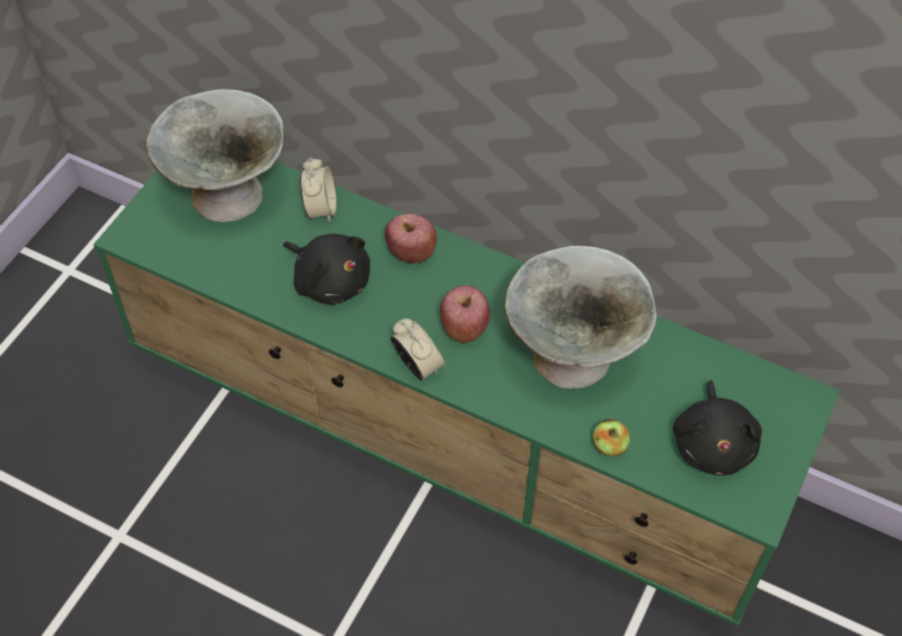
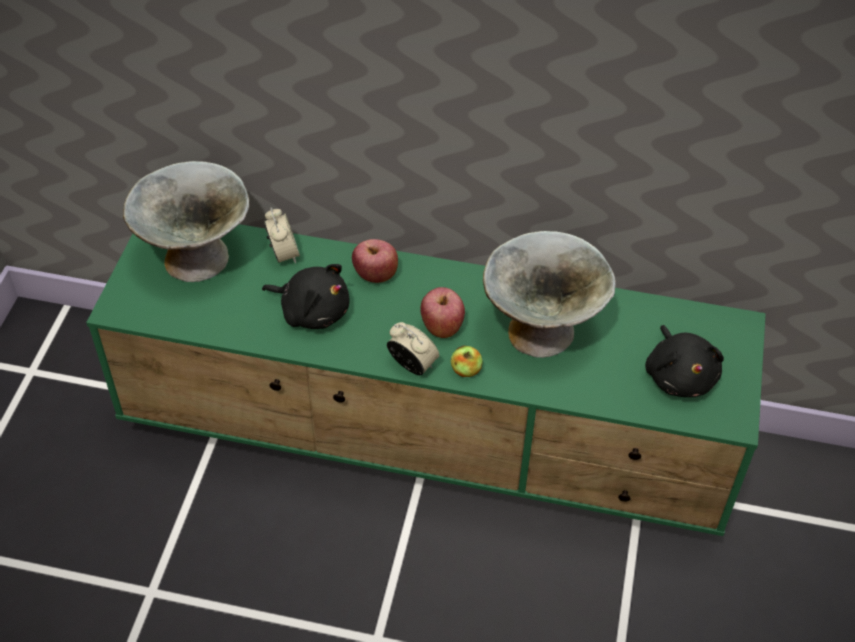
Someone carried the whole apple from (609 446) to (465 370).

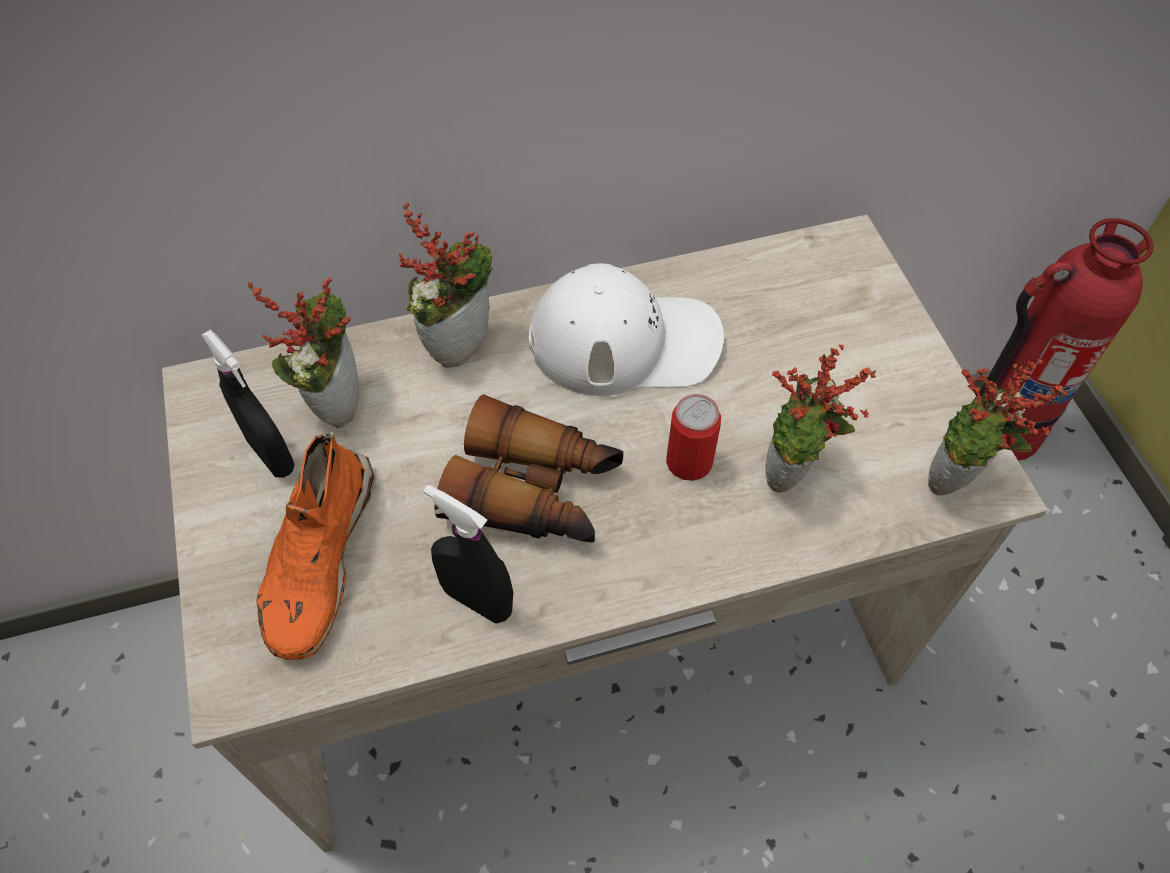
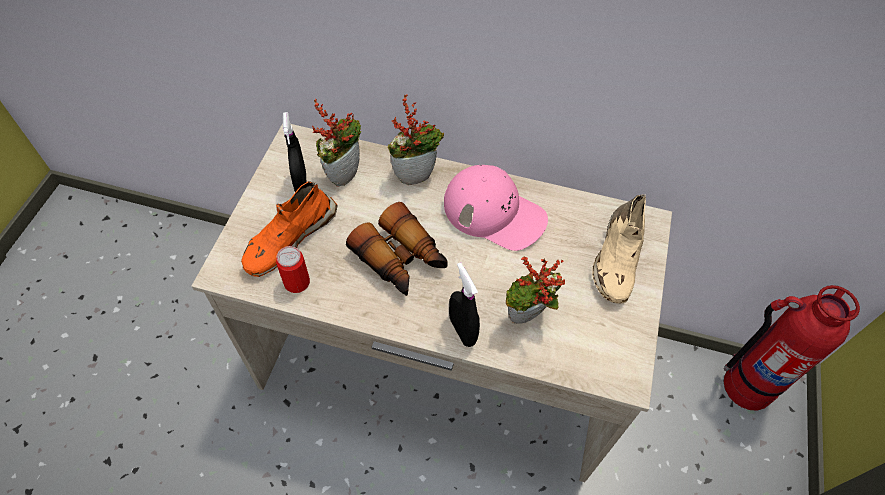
Someone repainted the whitish cap at (625 341), which became the pink cap at (494 212). Someone took away the houseplant at (955 483). Someone carried the can from (689 462) to (297 282). Someone carried the black-coloured sprayer from (477 600) to (462 330). Someone put down the sand-coloured shoe at (617 258).

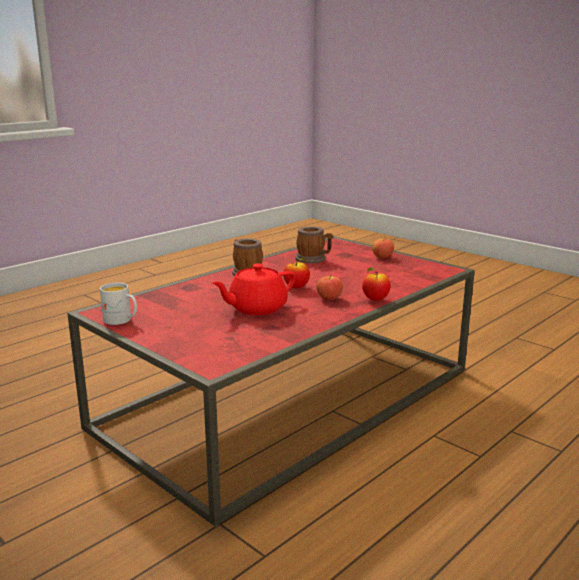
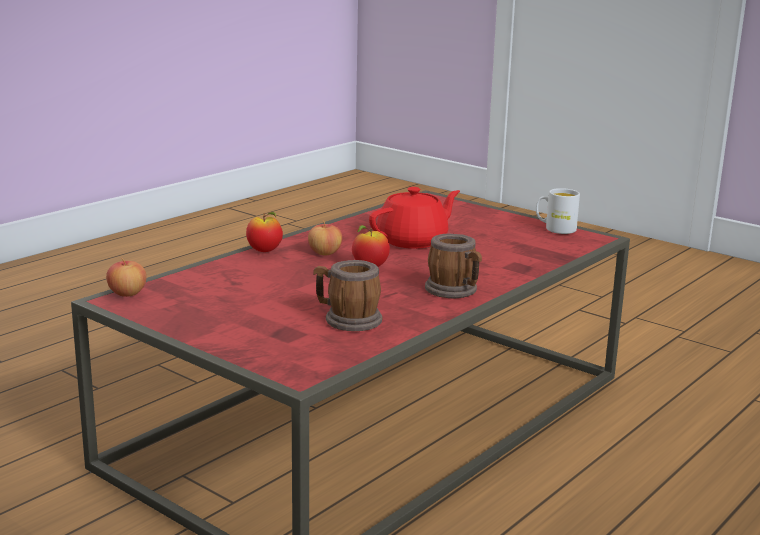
Someone carried the whole apple from (382 257) to (127 293).

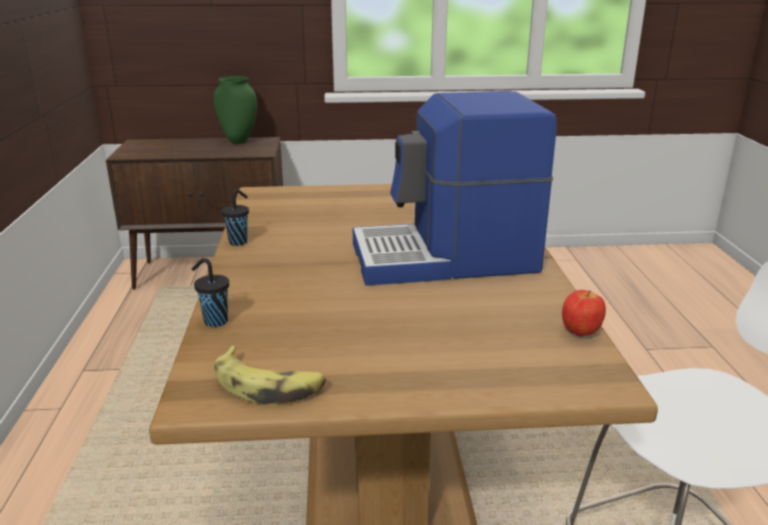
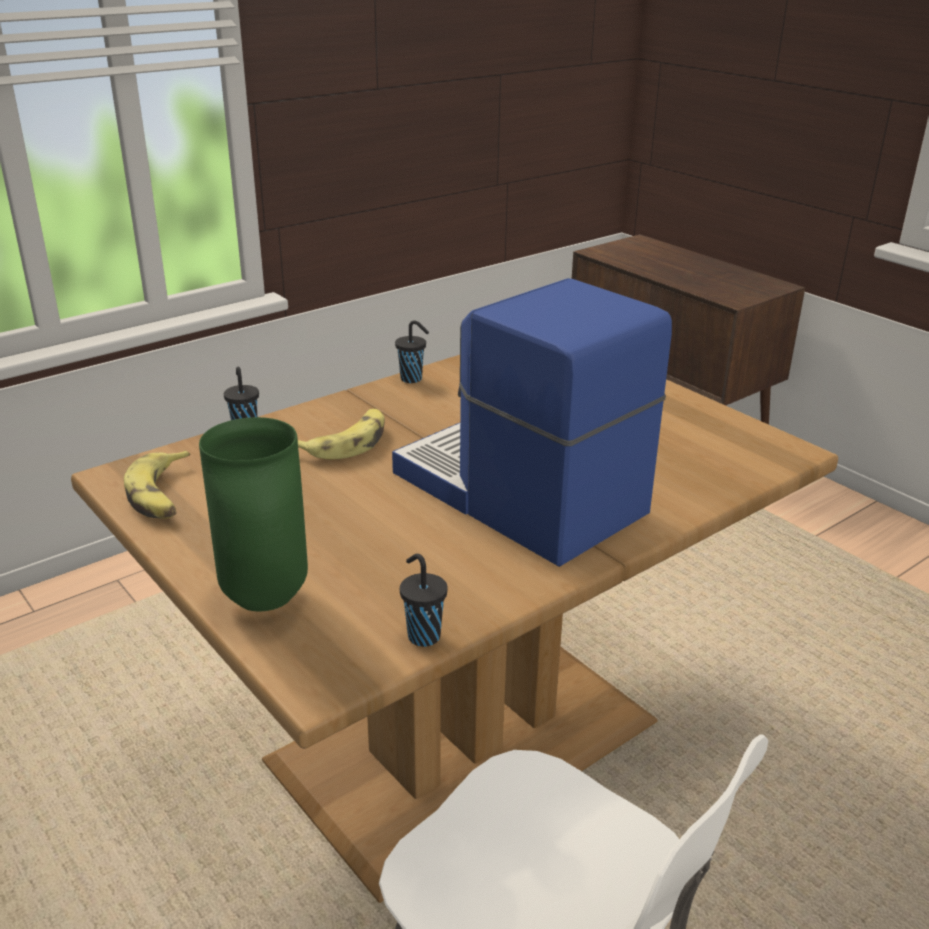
Someone carried the green-coloured vase from (238 142) to (263 599). Someone swapped the whole apple at (580 333) for the black-coloured small cup at (422 635). Someone put down the banana fruit at (346 443).

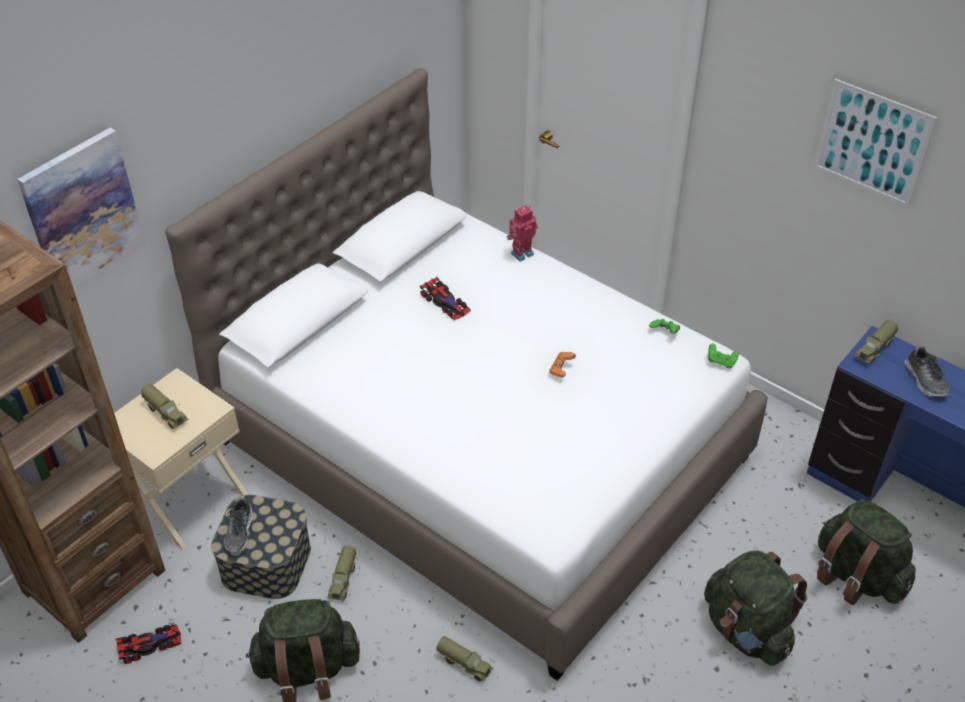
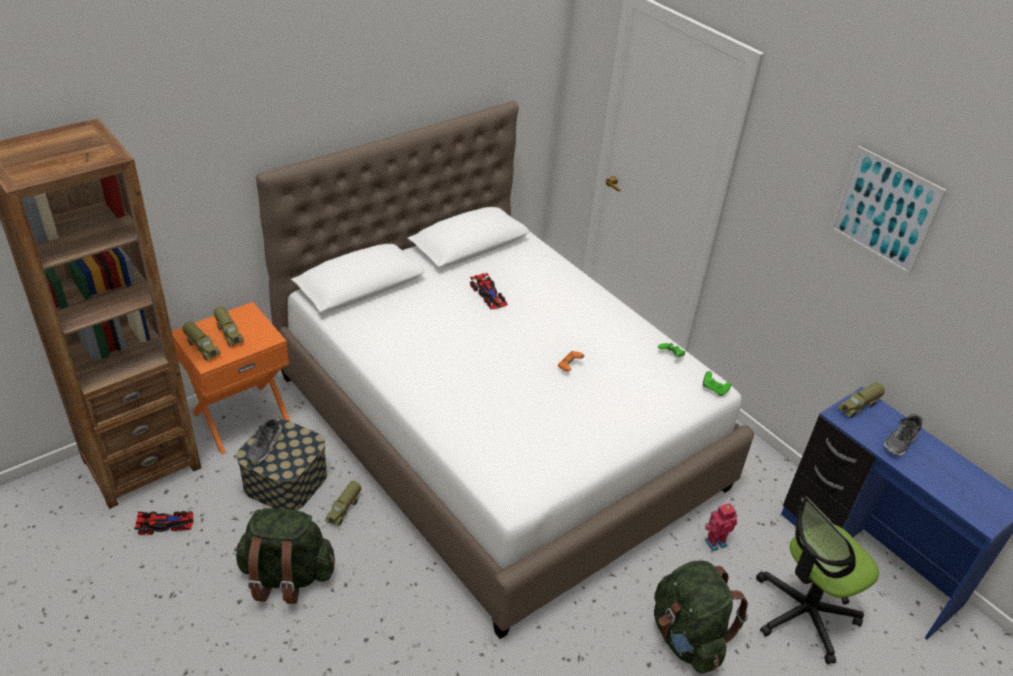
Someone took away the wall picture at (82 211). Someone carried the model robot from (521 253) to (714 541). Someone rotated the shoe at (925 380) by 45 degrees clockwise. Someone repainted the sand-coloured night table at (188 499), which became the orange night table at (241 417). Someone swapped the green-coloured rucksack at (856 576) for the computer chair at (804 614). Someone carried the toy truck from (464 663) to (202 347).

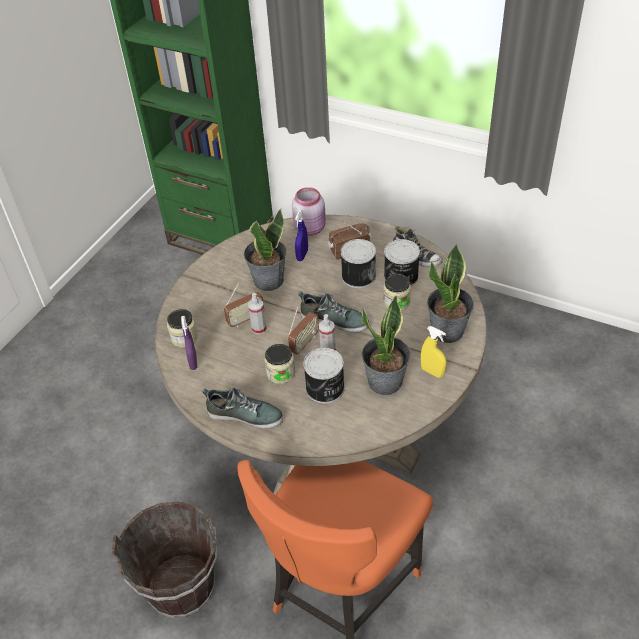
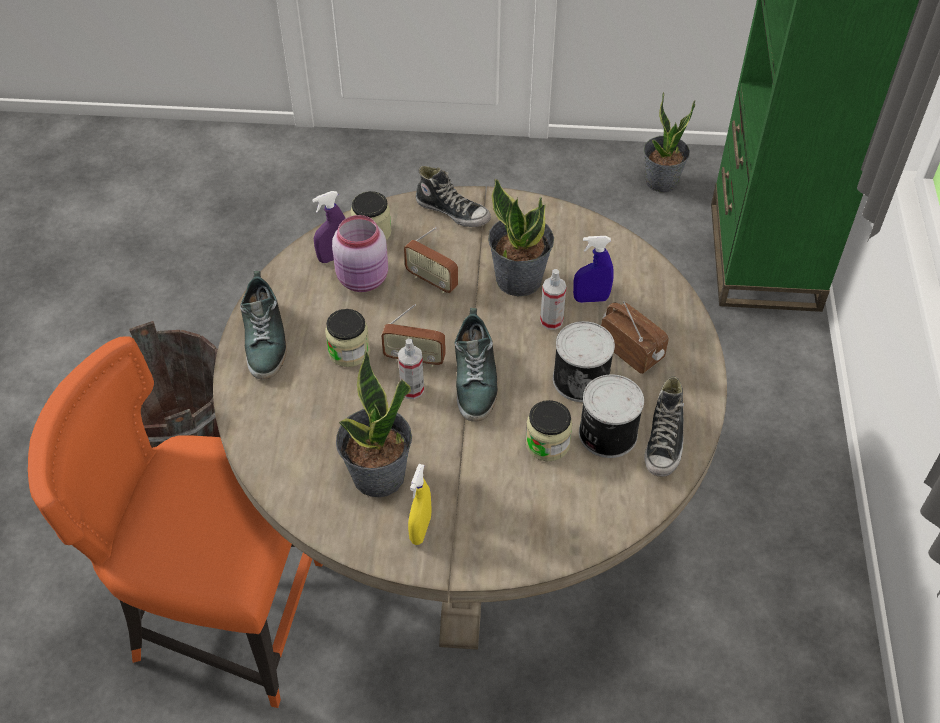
Someone carried the pink preserve jar from (311 228) to (364 279). Someone carried the houseplant from (448 331) to (661 182). Someone carried the sprayer from (259 328) to (551 321). Someone took away the can at (325 389). Someone put down the shoe at (453 211).

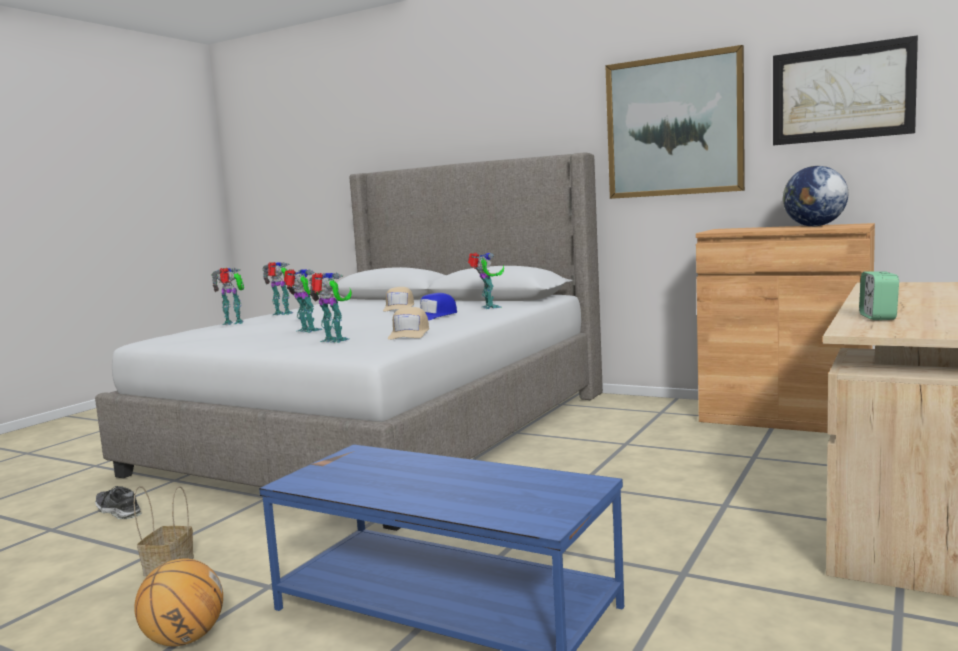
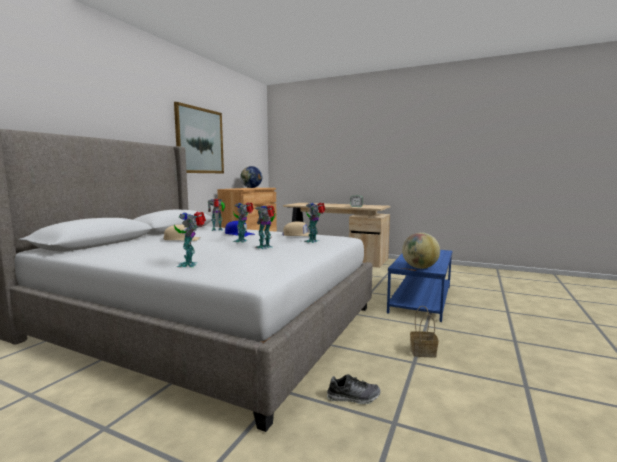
Someone took away the wall picture at (842 93). Someone carried the model robot from (283 314) to (242 241). Someone rotated the shoe at (118 512) by 120 degrees counterclockwise. Someone took away the ball for basketball at (183 640). Someone put down the desk globe at (419 268).

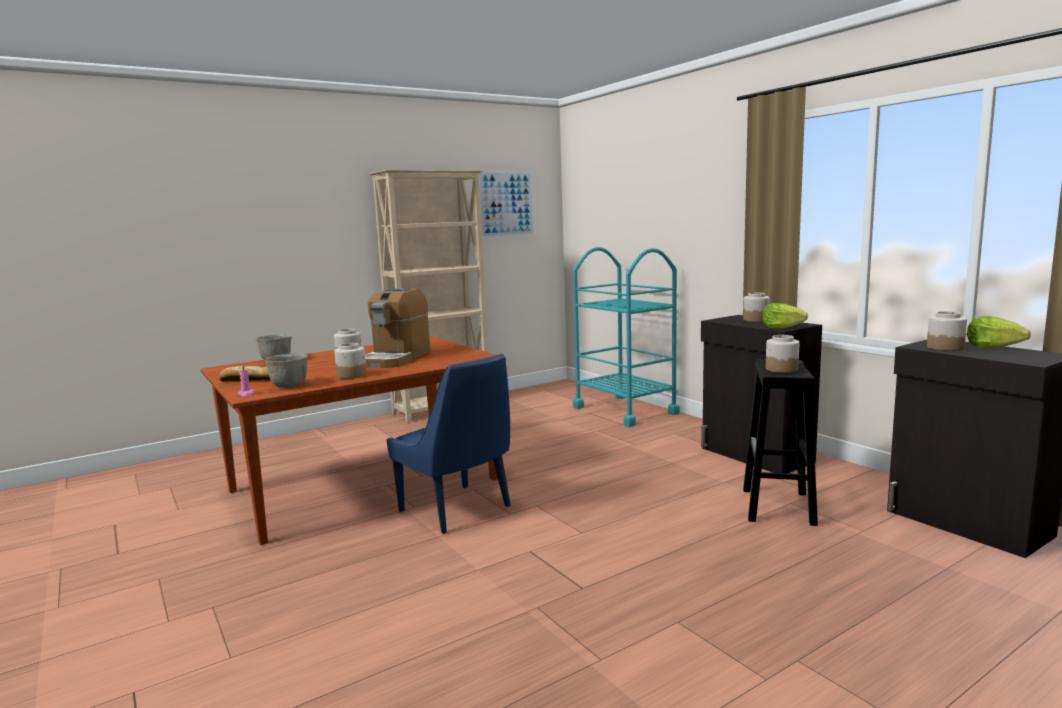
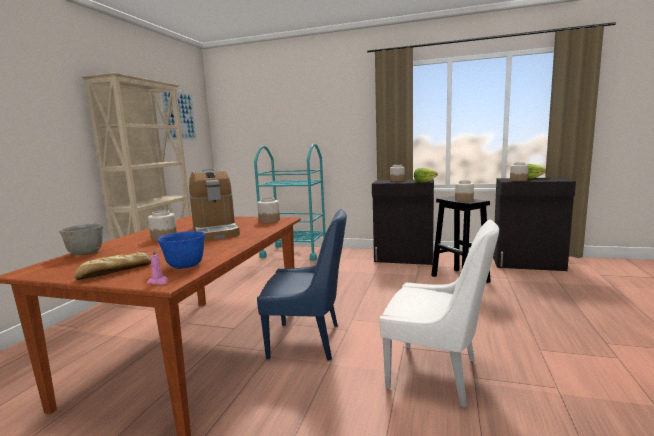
Someone carried the preserve jar from (352 375) to (269 221). Someone repainted the gray serving bowl at (288 386), which became the blue-coloured serving bowl at (184 266). Someone put down the whitish upright chair at (436 374).

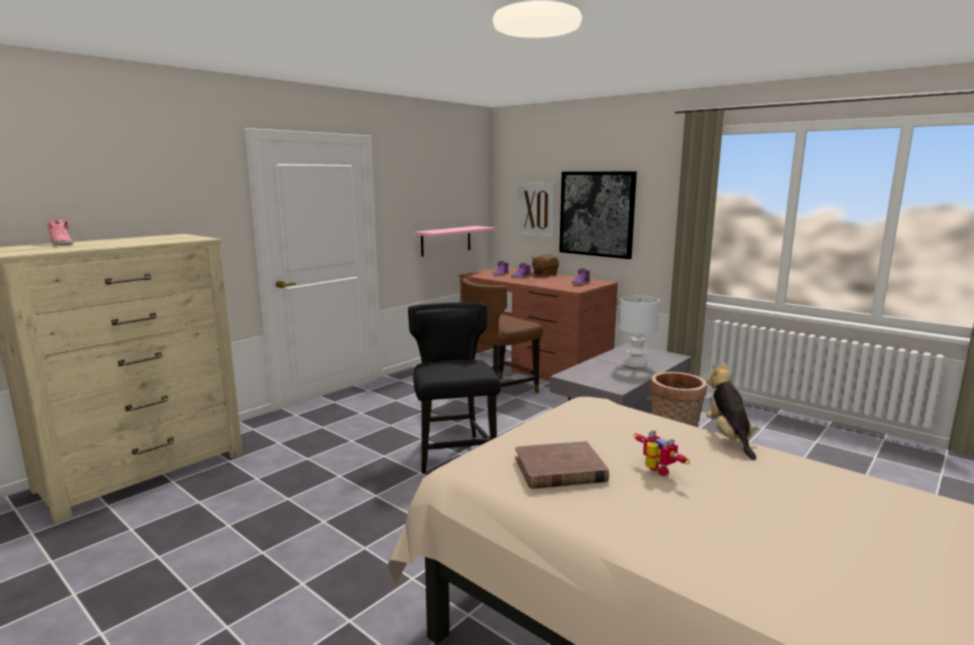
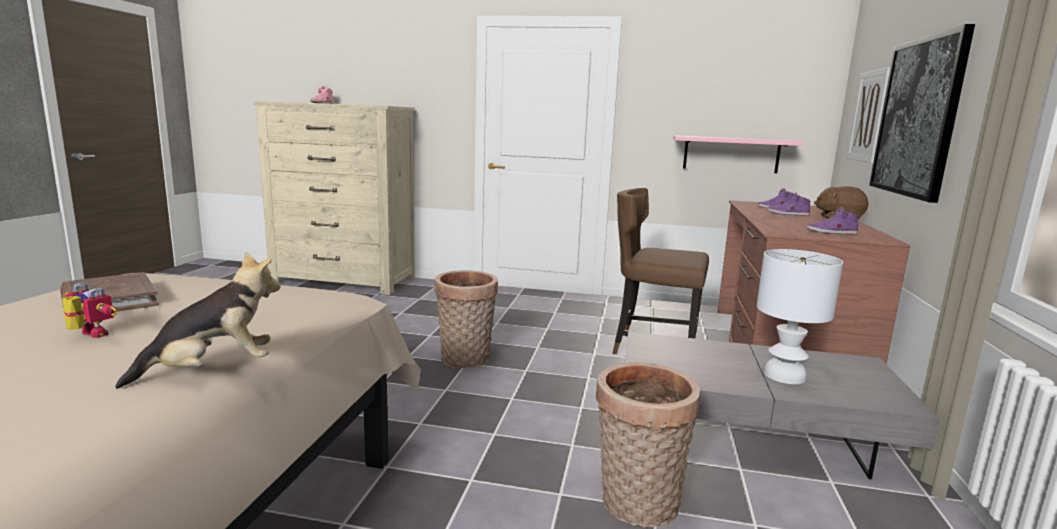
Someone swapped the black-coloured upright chair at (454 452) for the basket at (465 360). Someone rotated the model robot at (655 472) by 90 degrees counterclockwise.

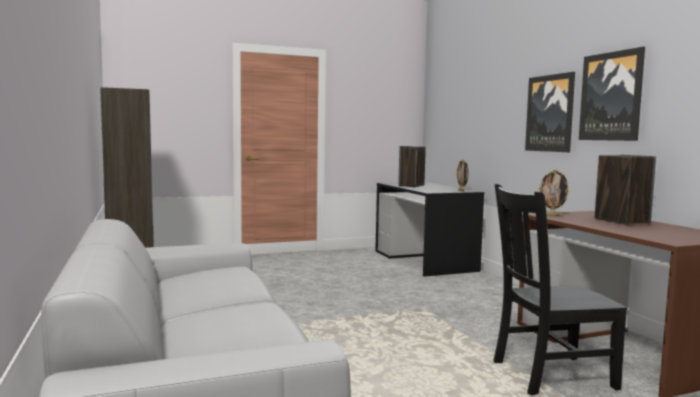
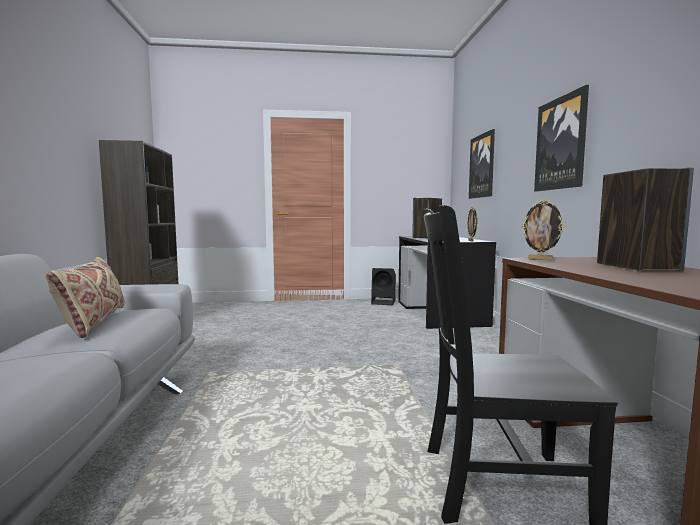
Someone carried the wall picture from (611 96) to (482 166). Someone put down the sand-coloured pillow at (94 322). Someone put down the black-coloured loudspeaker at (384 302).

